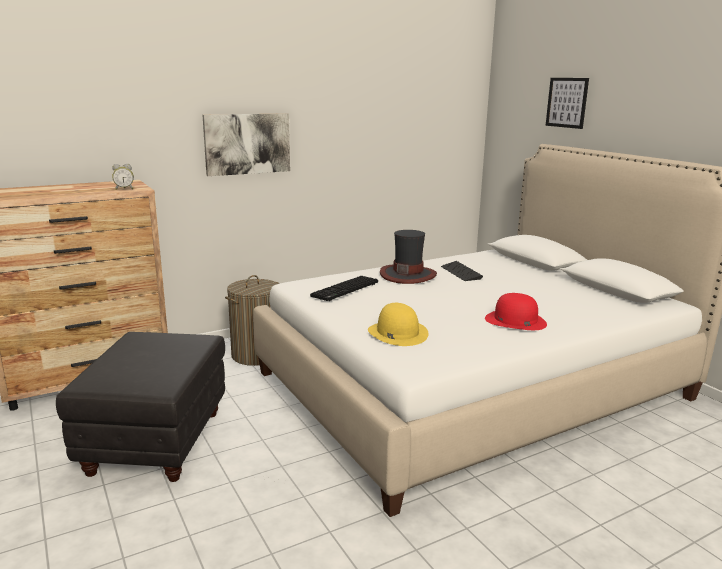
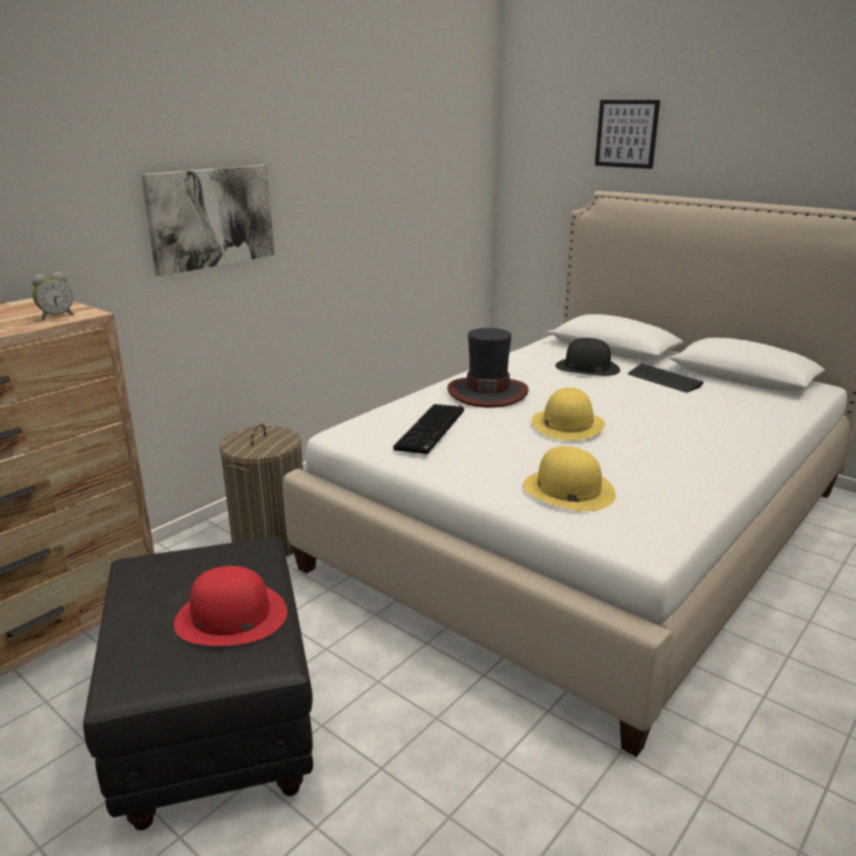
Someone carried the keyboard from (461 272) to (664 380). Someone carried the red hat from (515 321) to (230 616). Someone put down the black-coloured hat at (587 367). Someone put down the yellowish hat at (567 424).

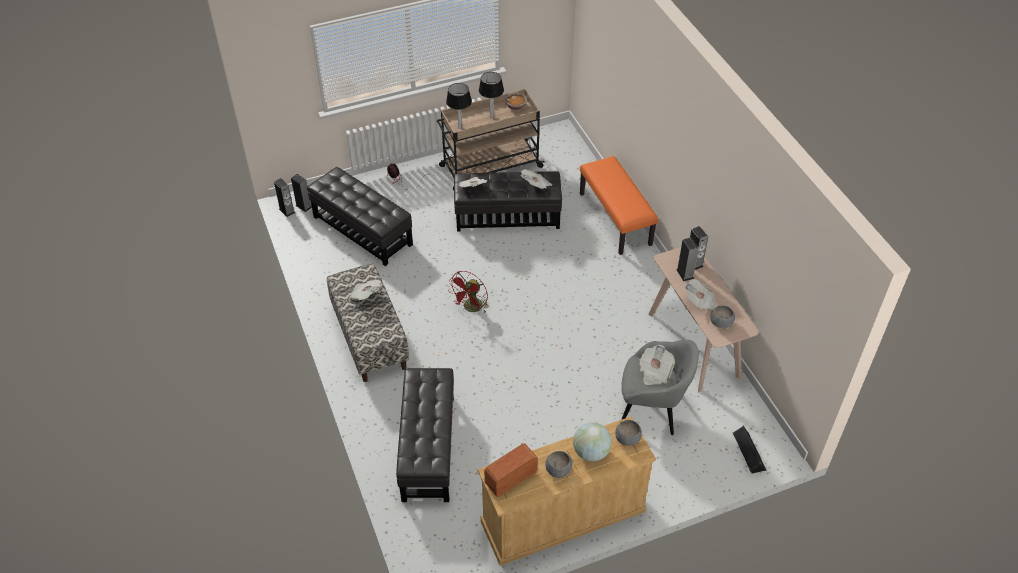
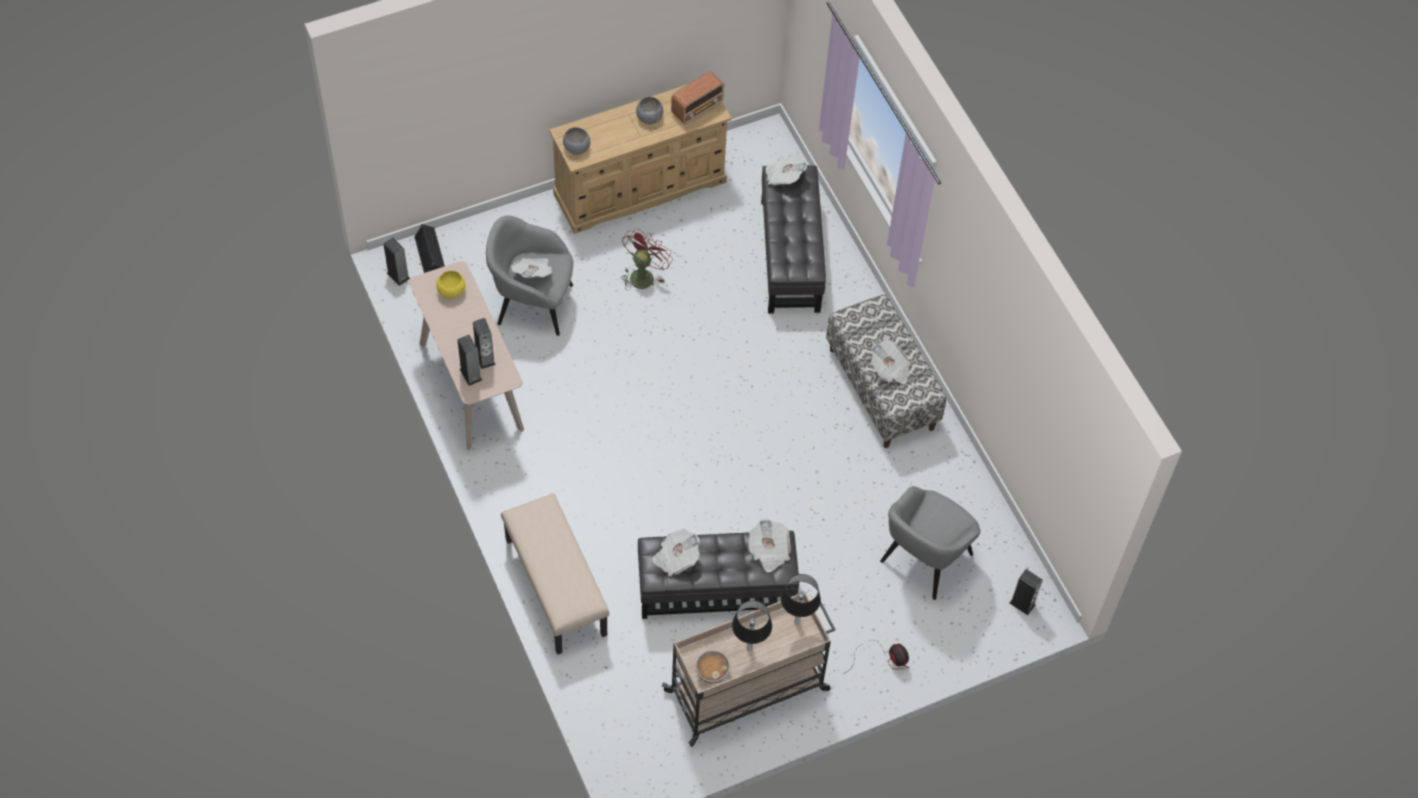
Someone repainted the orange bench at (616 219), which became the sand-coloured bench at (554 587). Someone swapped the black-coloured footrest at (363 230) for the gray lounge chair at (925 559). Someone carried the loudspeaker from (287 210) to (398 275). Someone carried the red electric fan from (471 309) to (643 274). Someone carried the printed paper from (700 302) to (784 176). Someone repainted the gray serving bowl at (721 323), which became the yellowish serving bowl at (451 291). Someone took away the desk globe at (591 452).

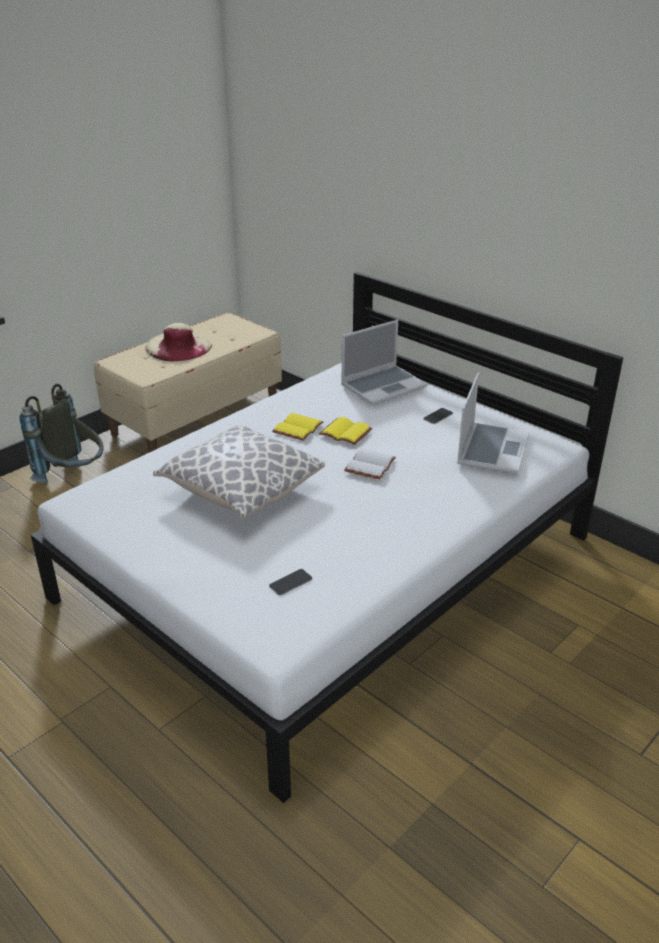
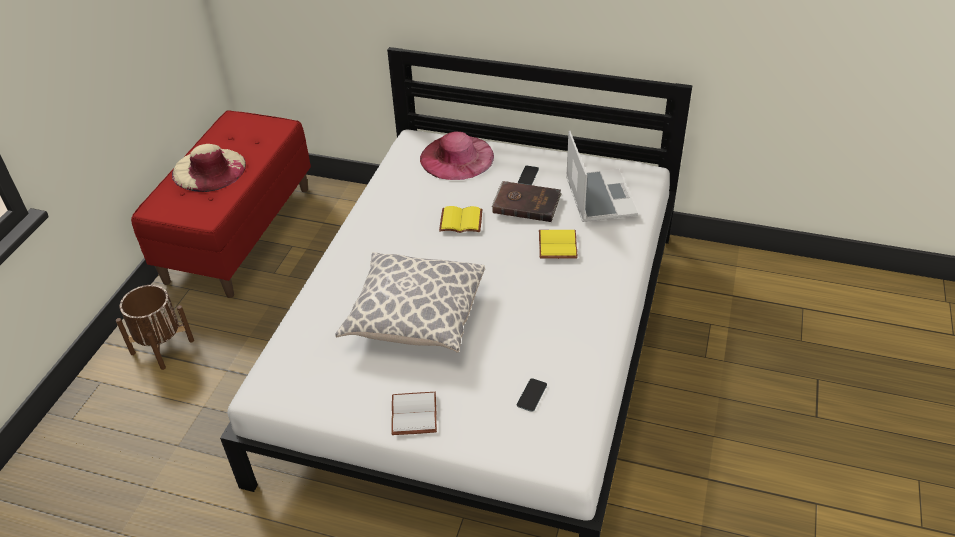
Someone repainted the sand-coloured bench at (196 417), which became the red bench at (239 233). Someone swapped the notebook computer at (383 386) for the pink hat at (457 157). Someone swapped the gray rucksack at (74 478) for the brown planter at (162 347). Someone carried the yellowish volume from (297 427) to (556 244). Someone carried the whitish volume from (369 464) to (412 413). Someone put down the brown volume at (526 203).

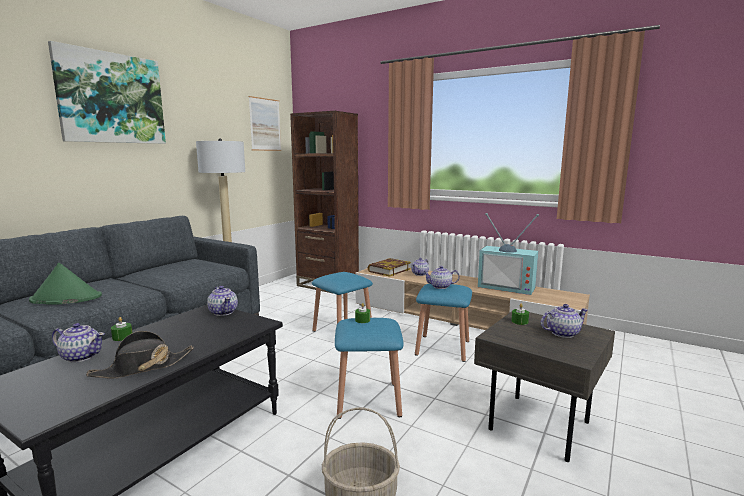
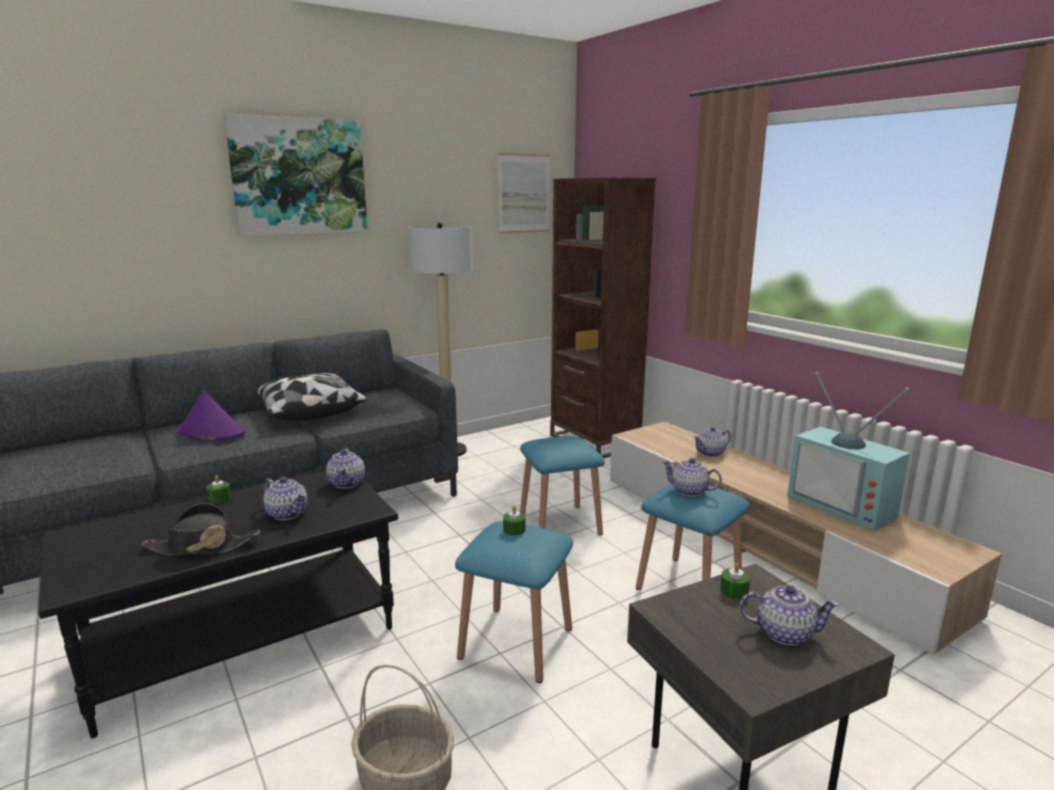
Someone took away the volume at (389 270). Someone repainted the green-coloured hat at (65 298), which became the purplish hat at (211 432). Someone carried the tea pot from (81 356) to (287 513). Someone put down the pillow at (308 412).

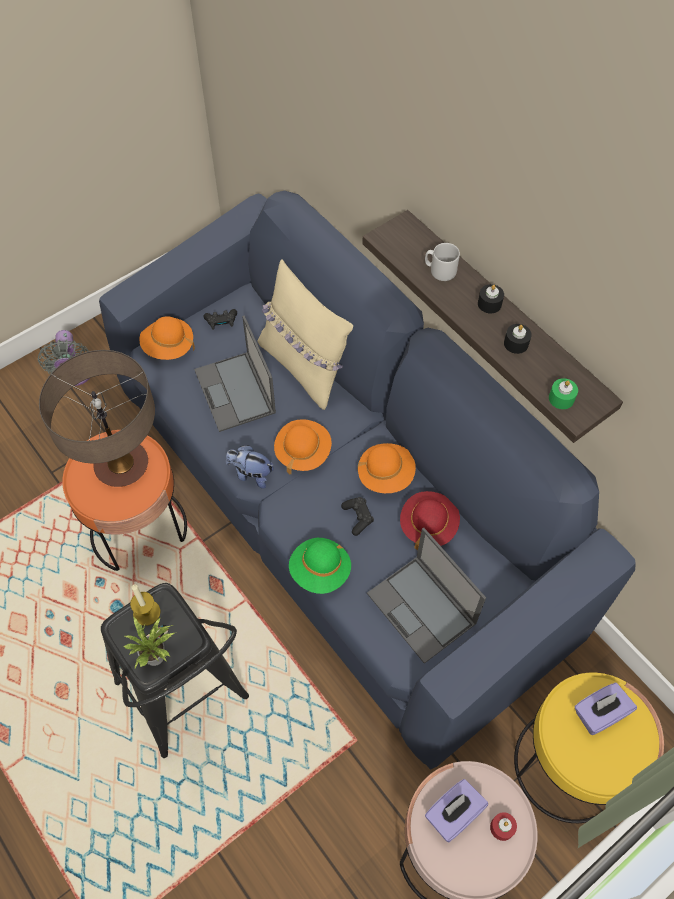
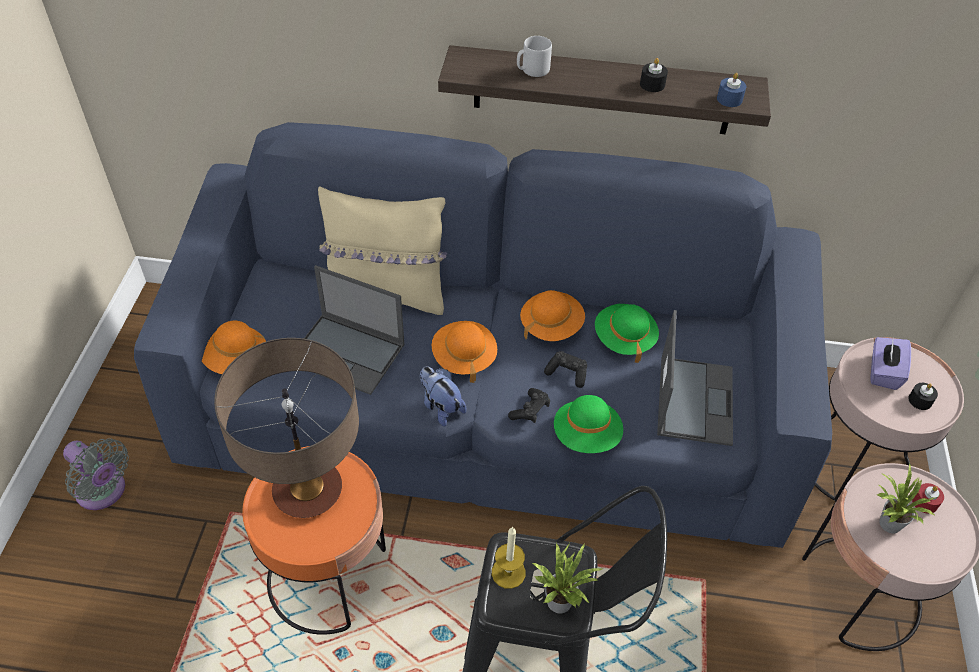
Someone carried the black-coloured wax candle from (489 304) to (920 400). Someone carried the black-coloured joypad from (221 322) to (530 411). Someone repainted the green-coloured wax candle at (561 398), which became the blue-coloured wax candle at (729 99). Someone rotated the plush toy at (251 474) by 75 degrees clockwise. Someone repainted the red hat at (428 525), which became the green-coloured hat at (624 339). Someone rotated the notebook computer at (422 609) by 90 degrees counterclockwise. Someone repainted the yellowish accent table at (568 764), which became the pink accent table at (853 462). Someone swapped the purplish box of tissues at (453 813) for the houseplant at (887 523).

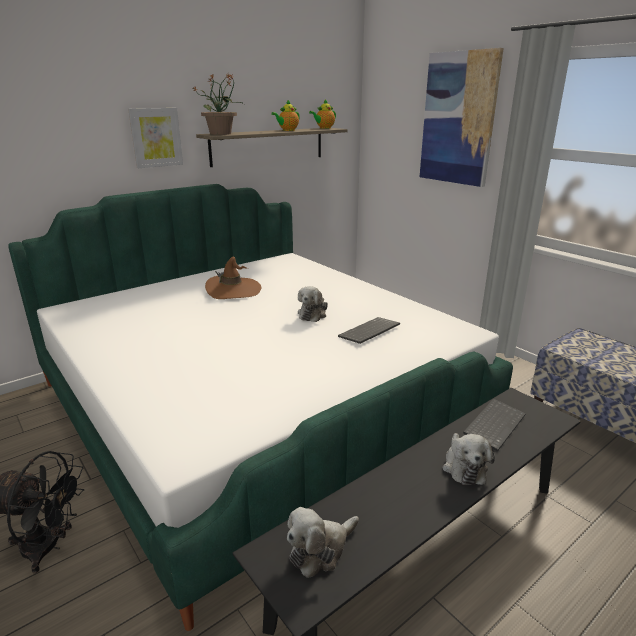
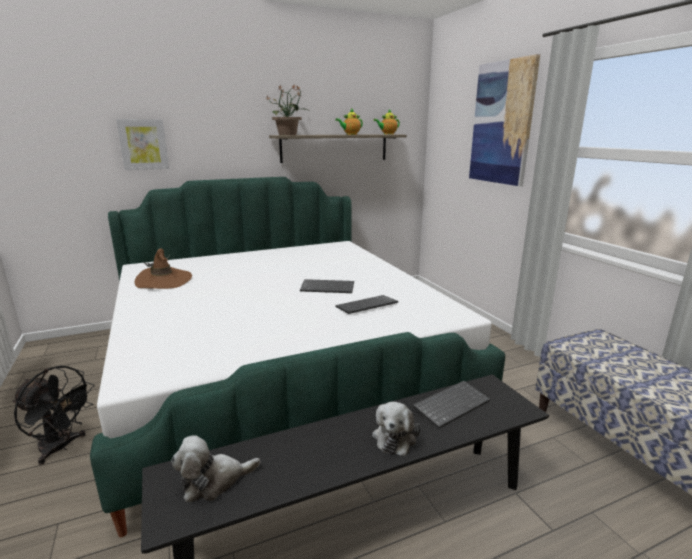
Someone carried the wall picture from (156 137) to (143 144). Someone carried the brown hat from (233 290) to (164 281). Someone swapped the plush toy at (313 314) for the keyboard at (328 287).

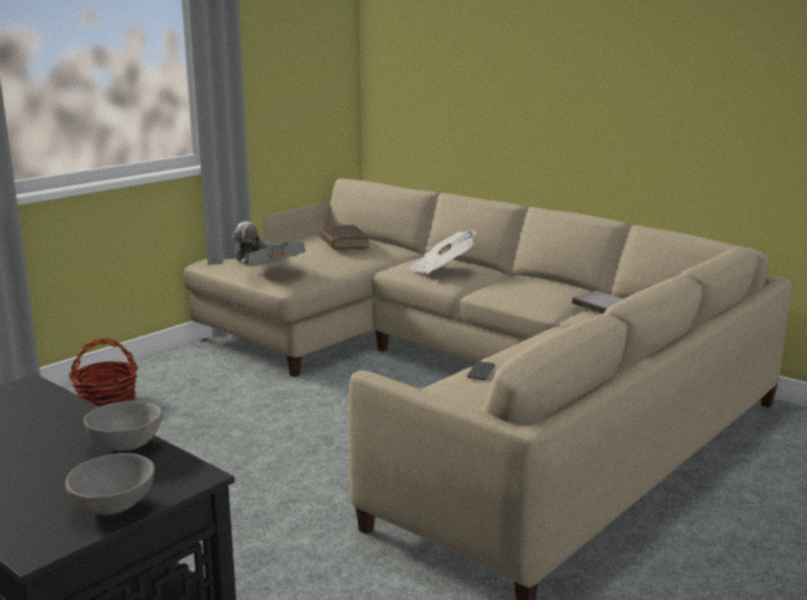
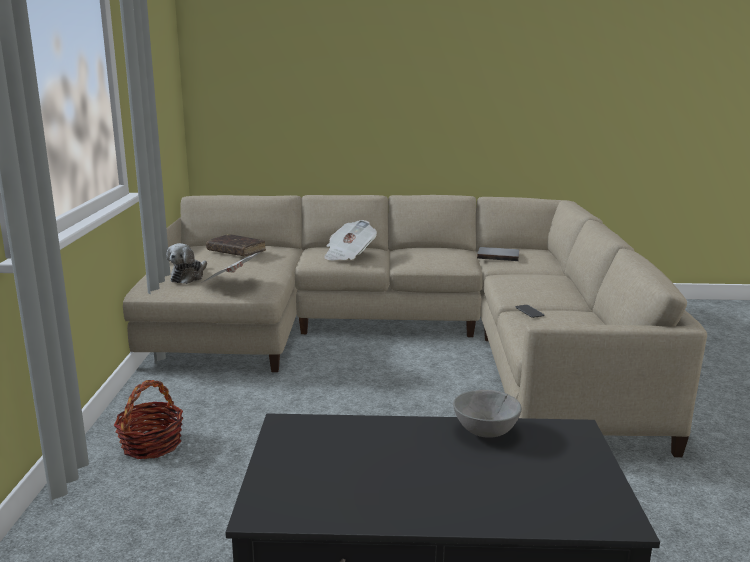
Someone took away the gray serving bowl at (115 508).

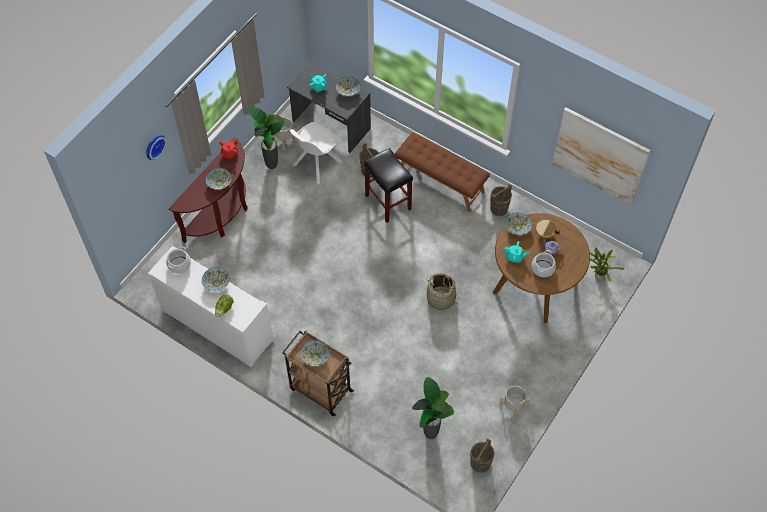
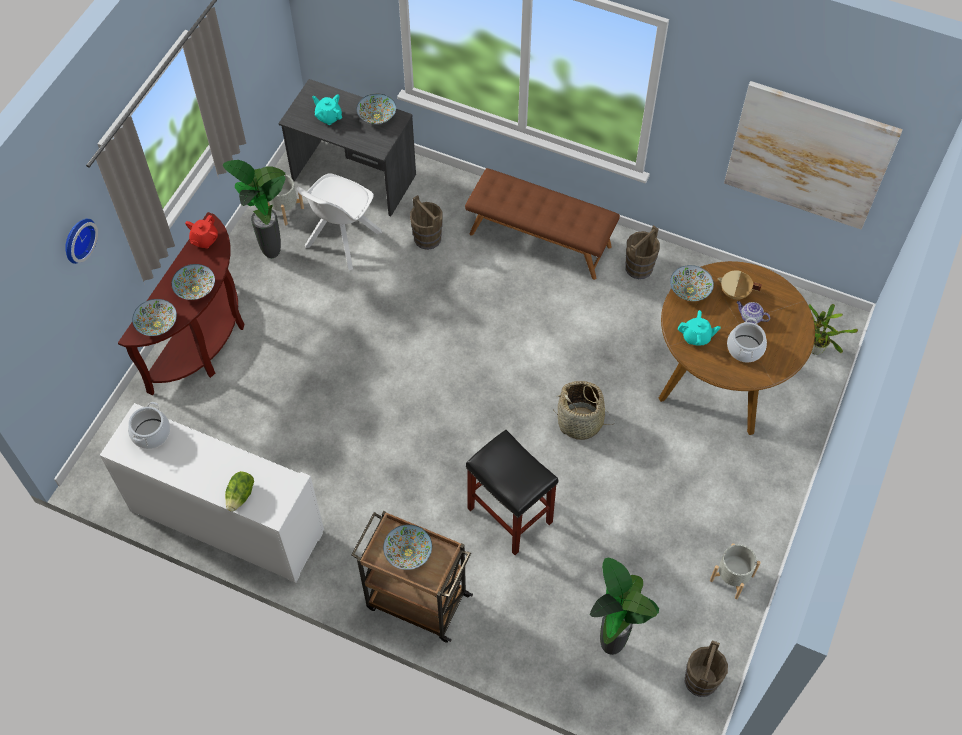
Someone carried the black-coloured sitting stool from (387 202) to (508 515). Someone carried the serving bowl from (216 283) to (157 324).

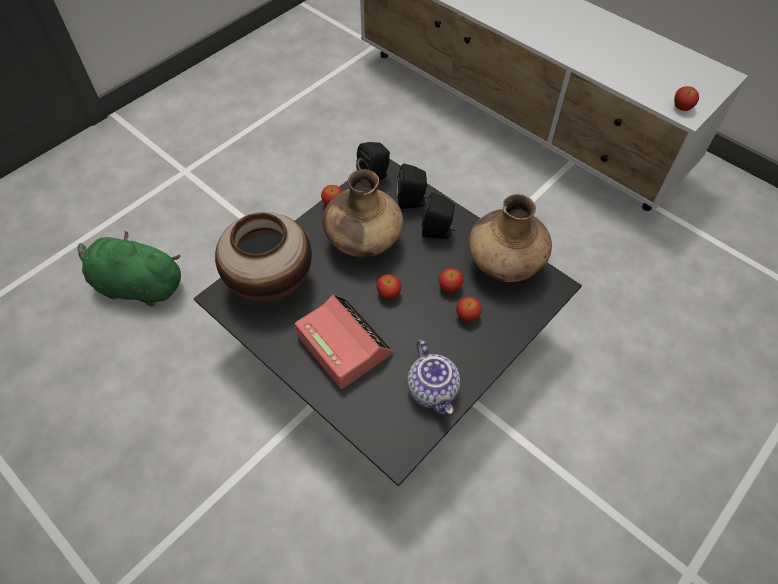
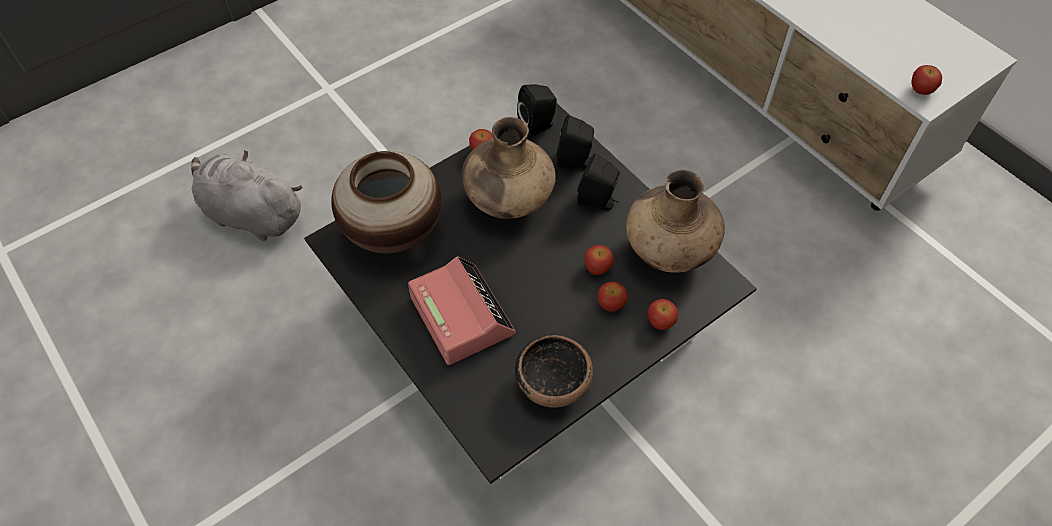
Someone repainted the green-coloured plush toy at (137 285), which became the gray plush toy at (250 214). Someone carried the whole apple from (388 294) to (660 322). Someone swapped the tea pot at (434 390) for the serving bowl at (553 383).

